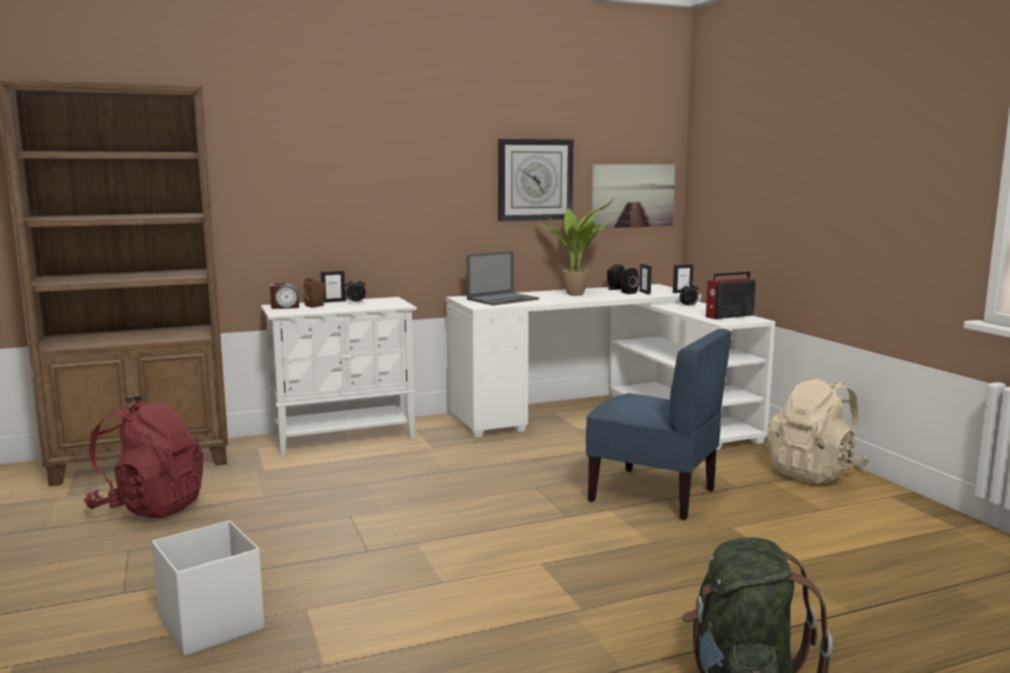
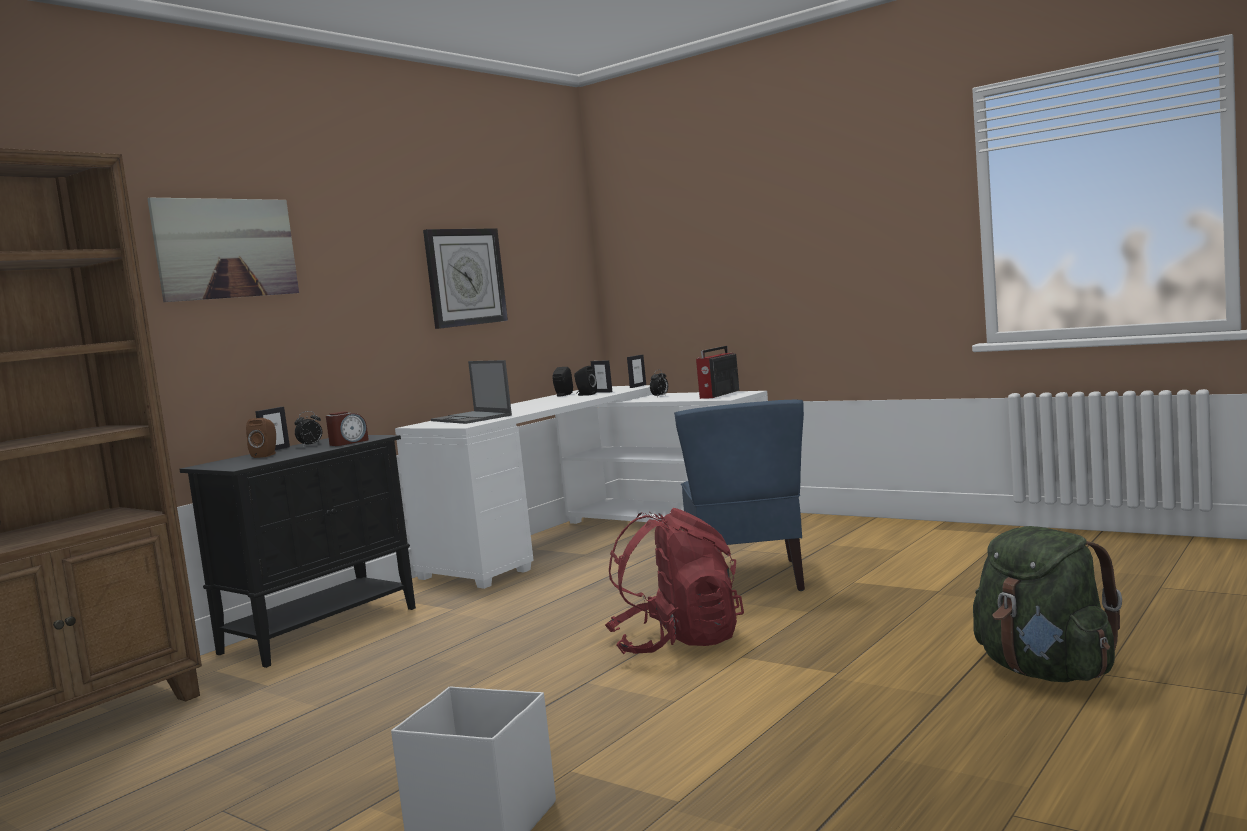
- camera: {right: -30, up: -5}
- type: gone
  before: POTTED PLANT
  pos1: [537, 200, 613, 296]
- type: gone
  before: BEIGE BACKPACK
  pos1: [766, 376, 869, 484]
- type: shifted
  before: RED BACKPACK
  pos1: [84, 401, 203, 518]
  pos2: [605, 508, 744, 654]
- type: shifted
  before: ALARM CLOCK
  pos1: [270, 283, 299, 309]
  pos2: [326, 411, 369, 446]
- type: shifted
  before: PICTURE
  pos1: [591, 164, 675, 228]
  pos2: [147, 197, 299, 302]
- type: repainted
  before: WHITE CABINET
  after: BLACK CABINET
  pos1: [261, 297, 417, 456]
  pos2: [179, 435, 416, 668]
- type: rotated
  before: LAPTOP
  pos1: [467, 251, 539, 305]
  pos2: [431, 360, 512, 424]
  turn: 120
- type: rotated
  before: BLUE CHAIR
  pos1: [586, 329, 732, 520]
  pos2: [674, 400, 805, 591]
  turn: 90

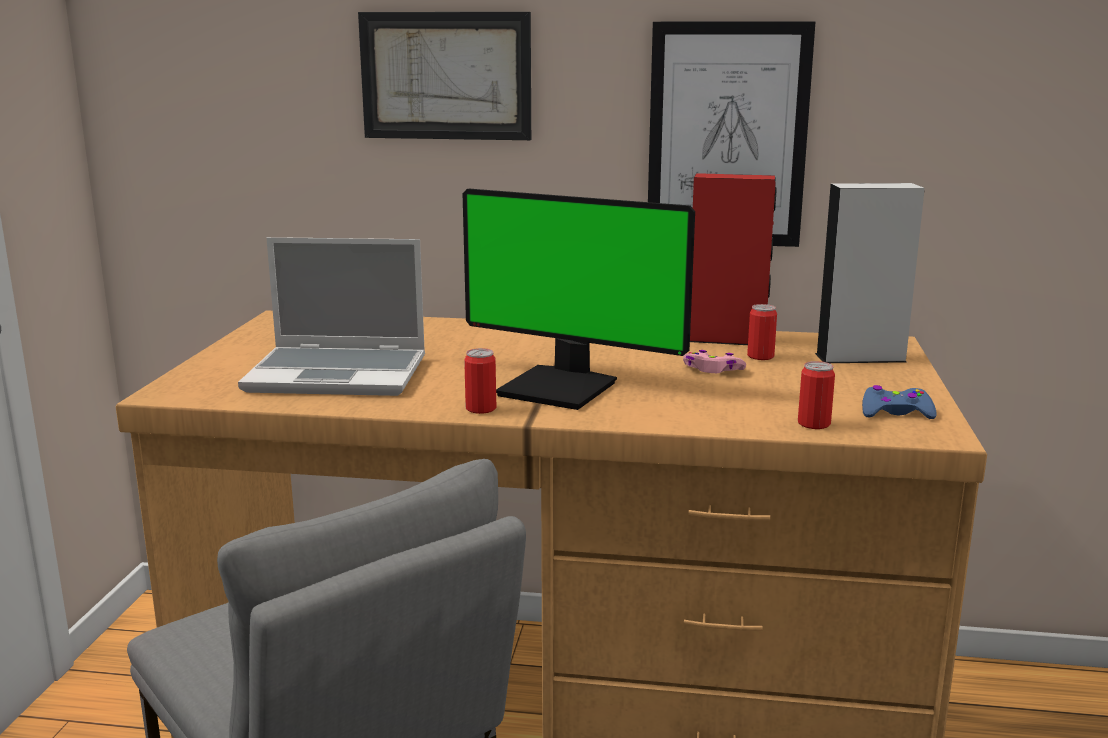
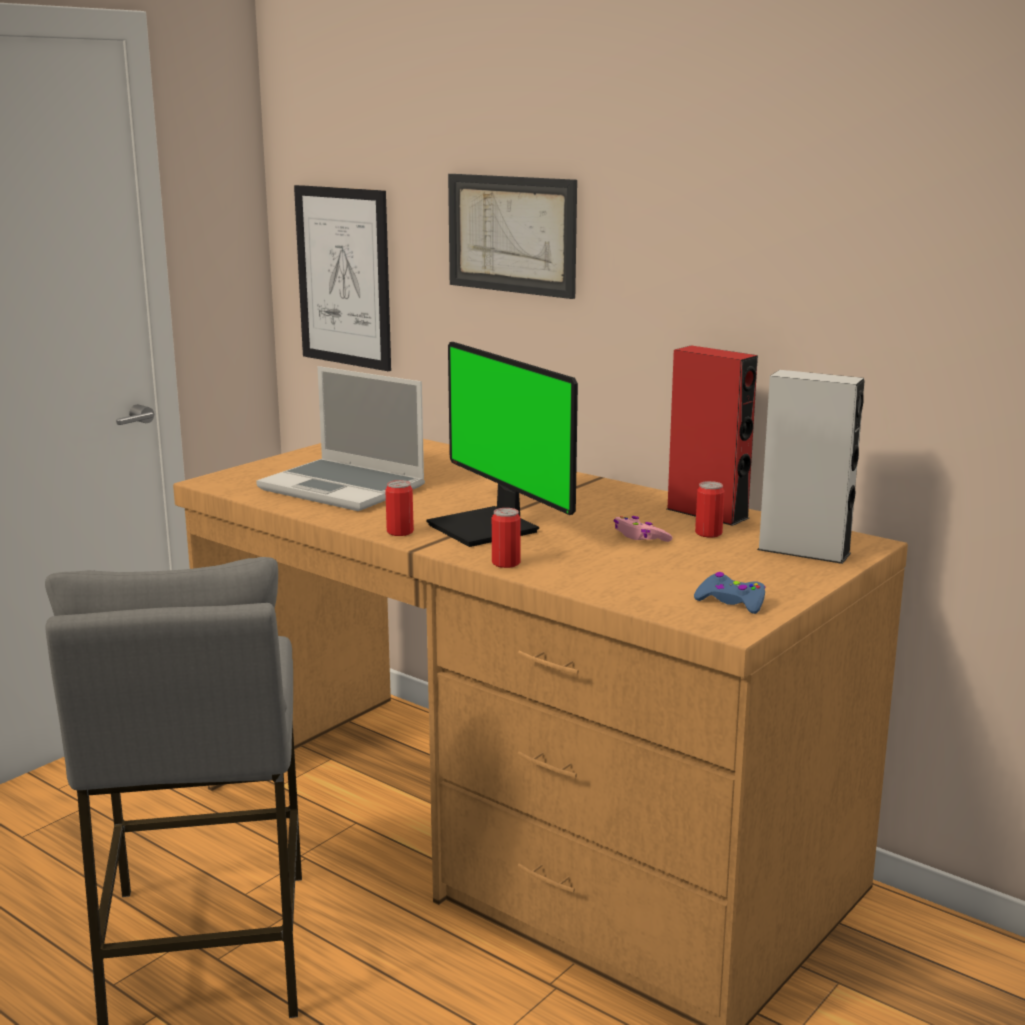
- camera: {right: 30, up: 0}
- type: shifted
  before: PICTURE
  pos1: [648, 21, 815, 247]
  pos2: [294, 185, 391, 371]
- type: shifted
  before: CAN
  pos1: [798, 361, 835, 429]
  pos2: [492, 508, 521, 568]

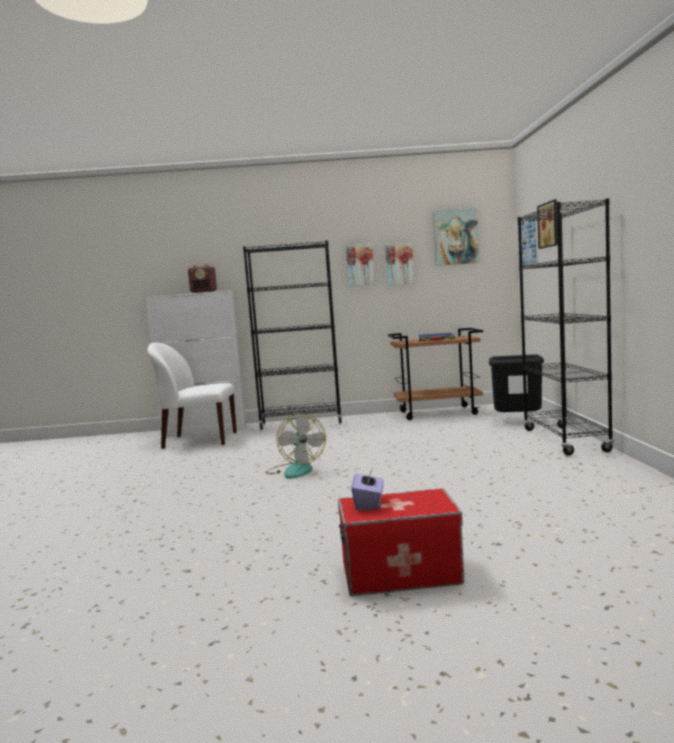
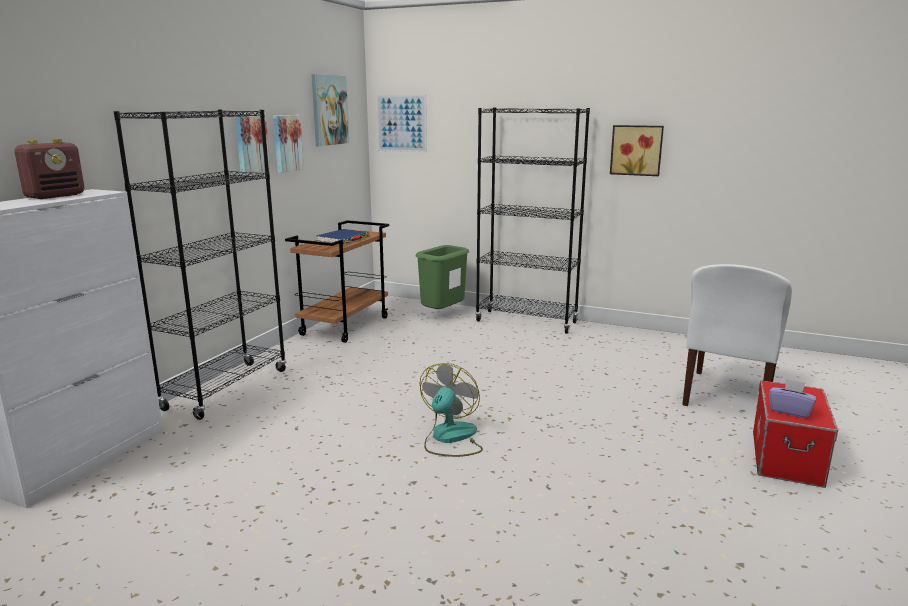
- camera: {right: -65, up: 10}
- type: shifted
  before: WHITE CHAIR
  pos1: [147, 342, 237, 449]
  pos2: [682, 264, 792, 406]
- type: shifted
  before: PICTURE
  pos1: [537, 199, 558, 249]
  pos2: [610, 125, 664, 176]
- type: repainted
  before: BLACK TRASH CAN
  after: GREEN TRASH CAN
  pos1: [489, 354, 544, 412]
  pos2: [416, 245, 469, 309]
- type: rotated
  before: FAN
  pos1: [266, 413, 326, 479]
  pos2: [420, 363, 483, 457]
  turn: -75

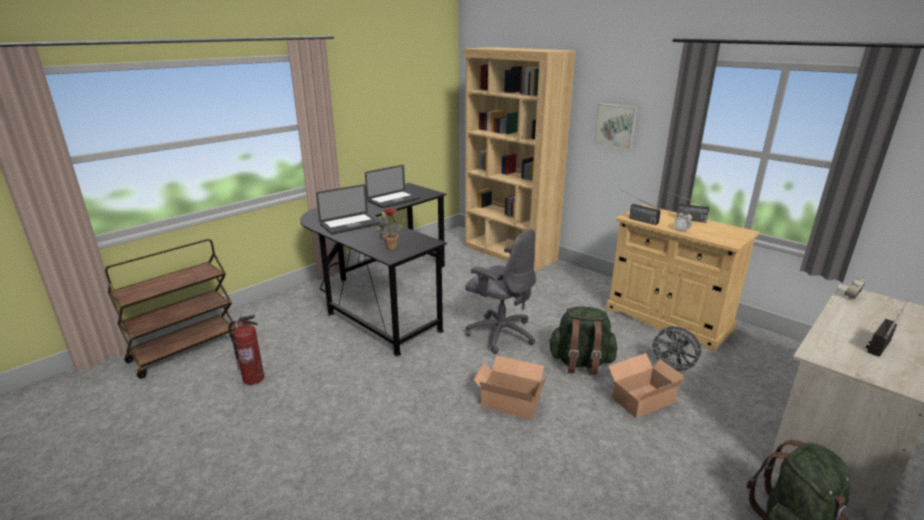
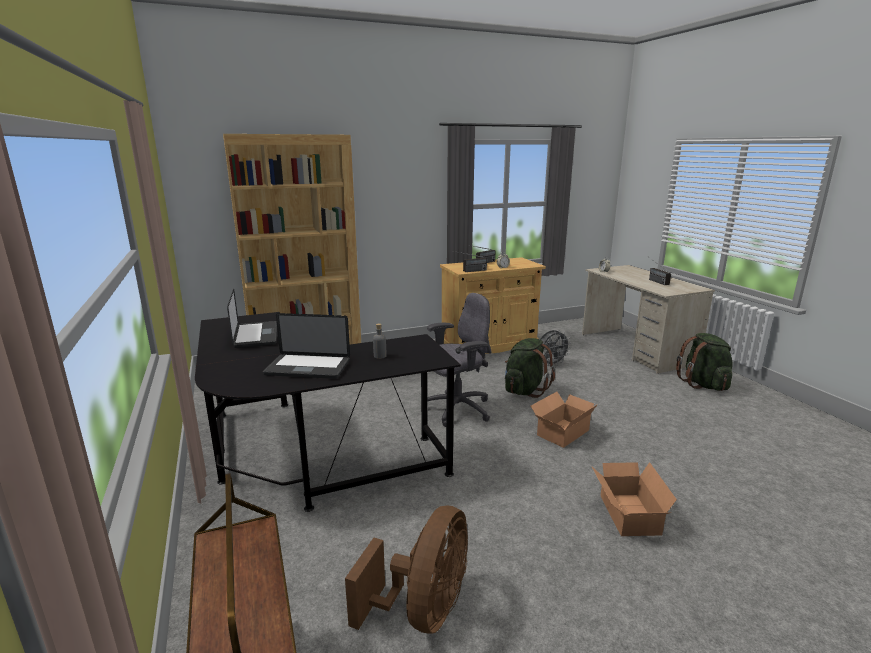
- camera: {right: -65, up: -5}
- type: gone
  before: POTTED PLANT
  pos1: [376, 208, 406, 250]
- type: gone
  before: PICTURE
  pos1: [594, 103, 638, 150]
- type: shifted
  before: CARDBOARD BOX
  pos1: [608, 353, 685, 418]
  pos2: [591, 462, 677, 536]
- type: swapped
  before: FIRE EXTINGUISHER
  after: BROWN FAN
  pos1: [228, 315, 264, 385]
  pos2: [345, 505, 468, 634]
- type: rotated
  before: LAPTOP
  pos1: [316, 184, 380, 235]
  pos2: [263, 313, 350, 379]
  turn: 105

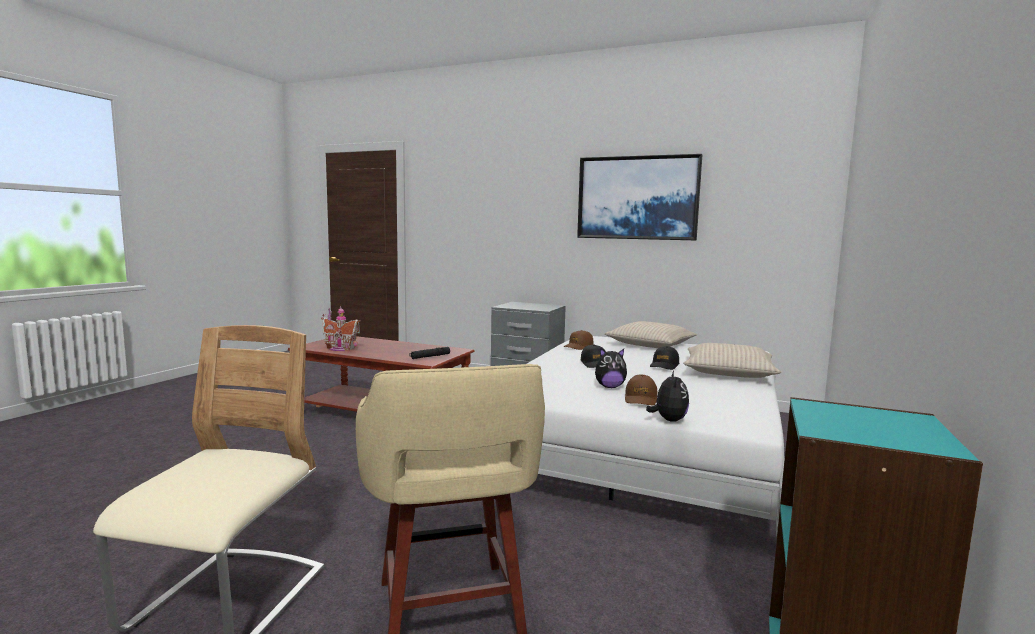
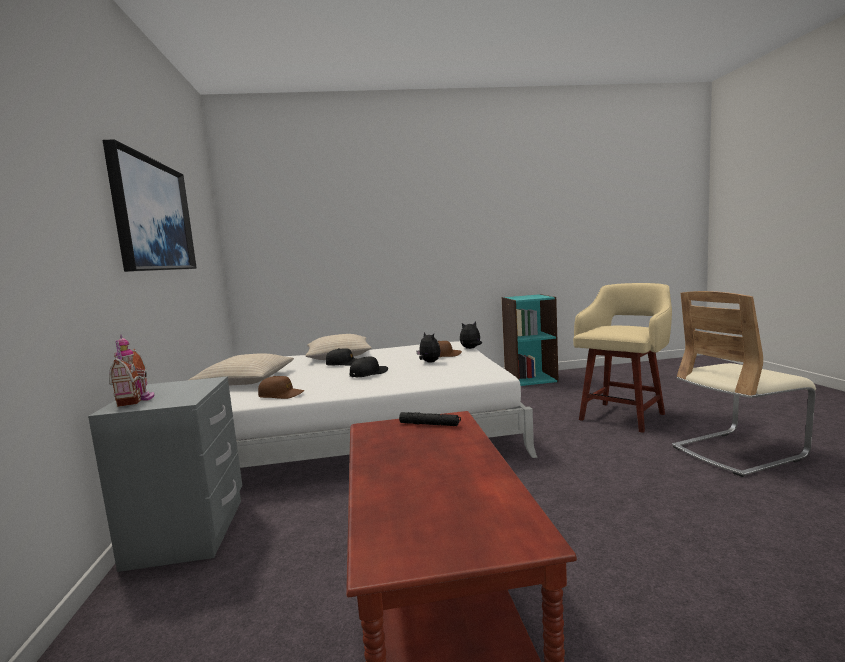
- camera: {right: -120, up: 0}
- type: shifted
  before: TOY HOUSE
  pos1: [321, 306, 361, 351]
  pos2: [109, 334, 154, 407]

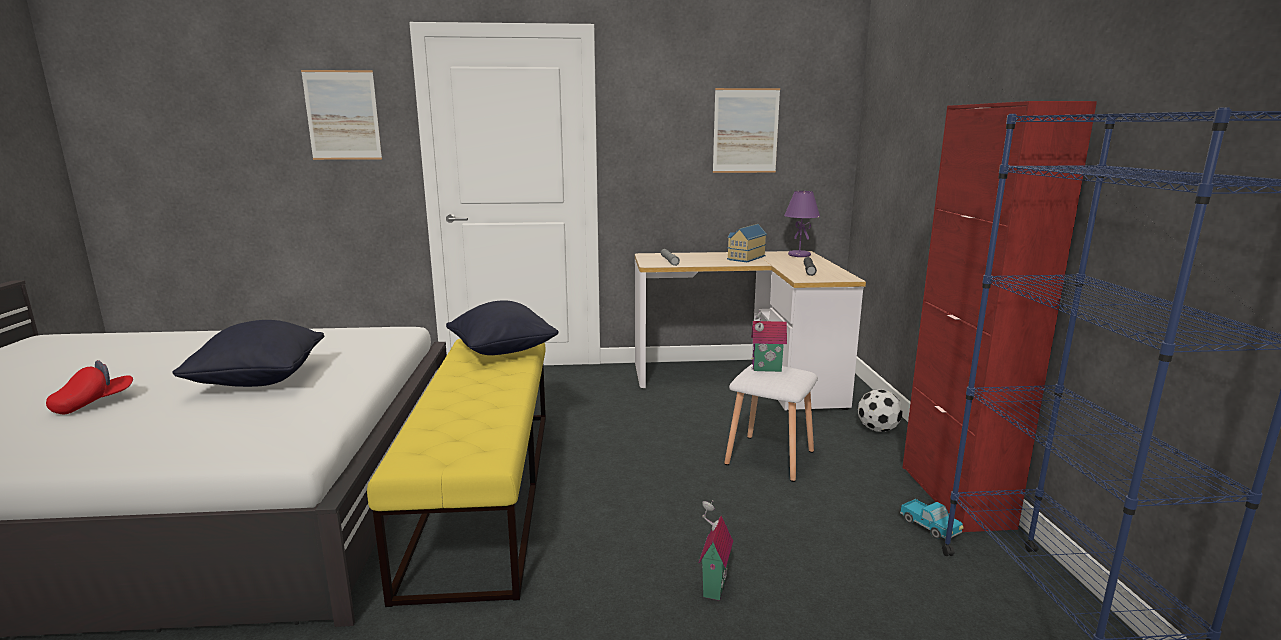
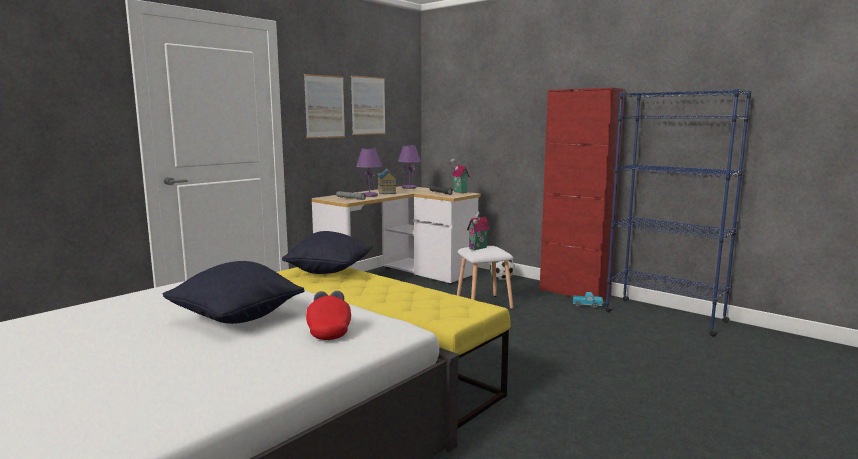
- camera: {right: -45, up: -5}
- type: new
  after: PURPLE TABLE LAMP
  pos2: [356, 148, 382, 197]
- type: shifted
  before: RED CAP
  pos1: [46, 360, 133, 414]
  pos2: [306, 291, 351, 340]
- type: shifted
  before: PICTURE
  pos1: [301, 70, 382, 160]
  pos2: [304, 74, 345, 138]
- type: shifted
  before: TOY HOUSE
  pos1: [699, 500, 733, 601]
  pos2: [450, 159, 470, 194]

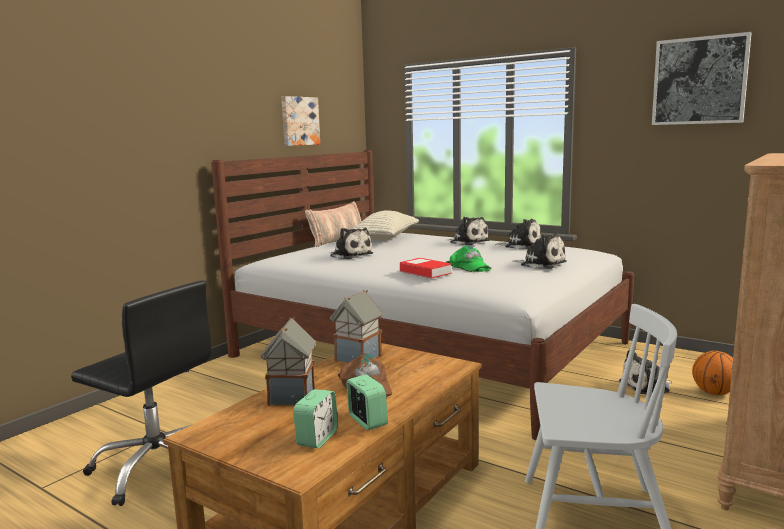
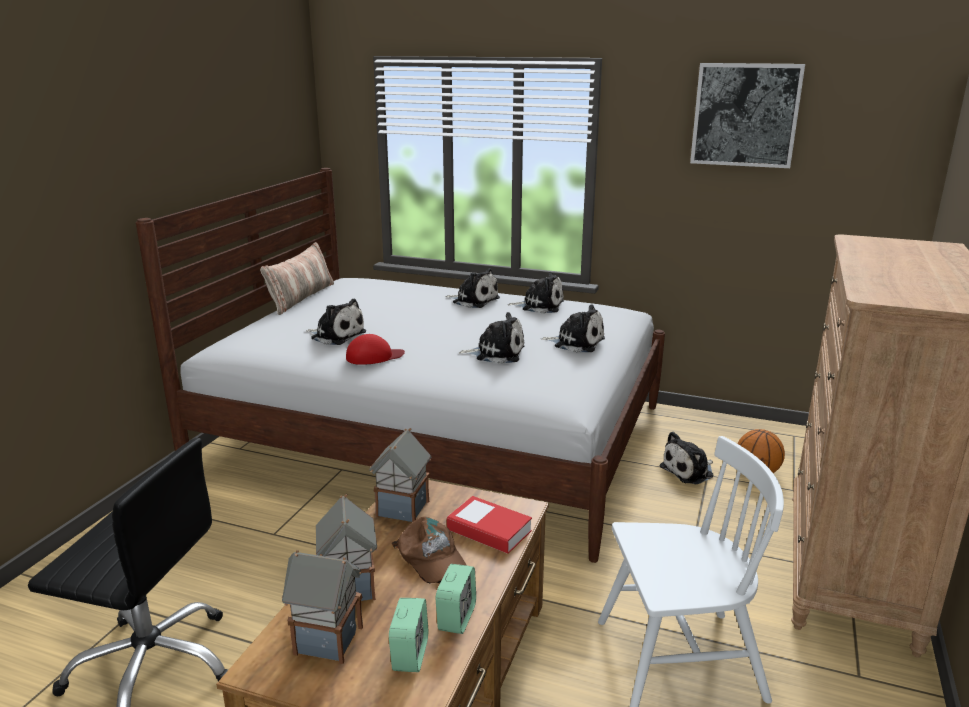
- camera: {right: -15, up: 10}
- type: gone
  before: PICTURE
  pos1: [282, 96, 320, 146]
- type: gone
  before: PILLOW
  pos1: [349, 210, 419, 240]
- type: new
  after: TOY HOUSE
  pos2: [282, 550, 363, 664]
- type: new
  after: RED CAP
  pos2: [346, 334, 405, 365]
- type: shifted
  before: BOOK
  pos1: [400, 258, 452, 278]
  pos2: [447, 496, 532, 554]
- type: swapped
  before: GREEN CAP
  after: PLUSH TOY
  pos1: [446, 246, 491, 272]
  pos2: [459, 312, 525, 364]
- type: rotated
  before: ALARM CLOCK
  pos1: [346, 374, 388, 430]
  pos2: [435, 564, 476, 634]
  turn: 60

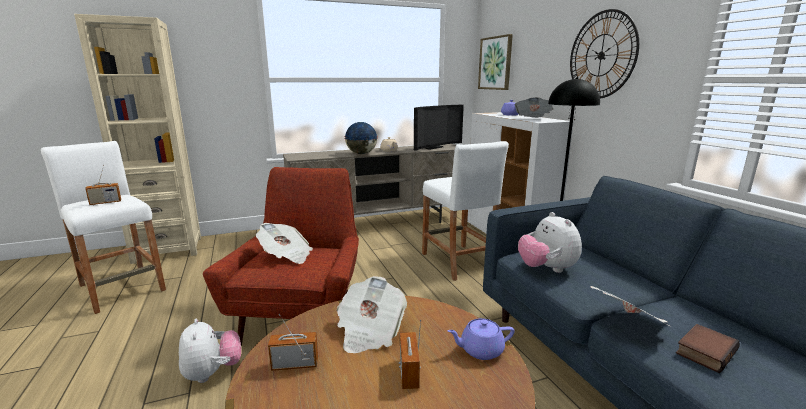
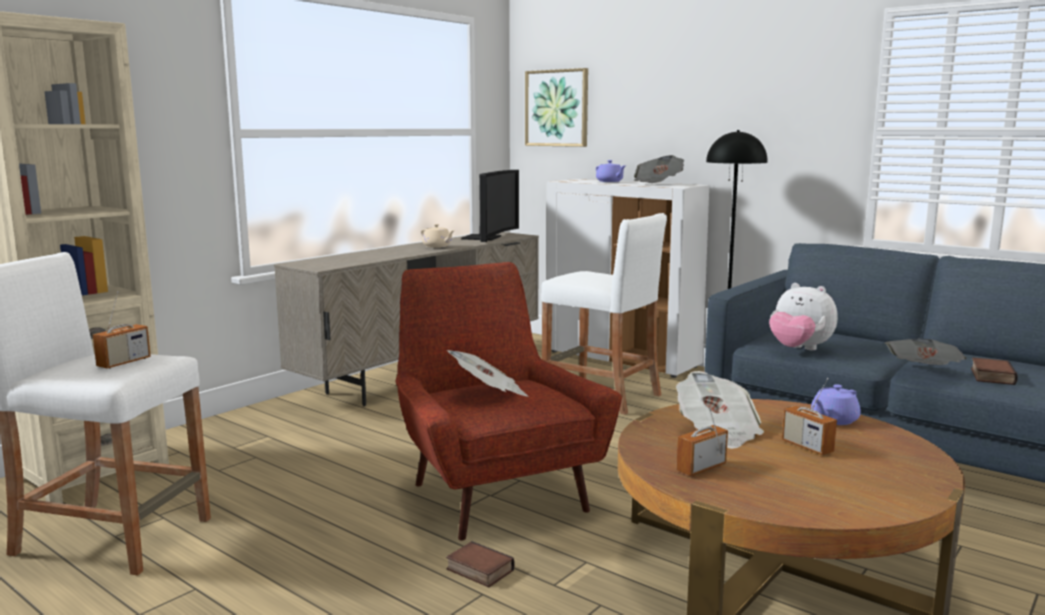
- camera: {right: -30, up: -5}
- type: gone
  before: GLOBE
  pos1: [344, 122, 378, 154]
- type: gone
  before: WALL CLOCK
  pos1: [570, 9, 639, 99]
- type: swapped
  before: PLUSH TOY
  after: BOOK
  pos1: [179, 319, 241, 383]
  pos2: [446, 541, 515, 587]

